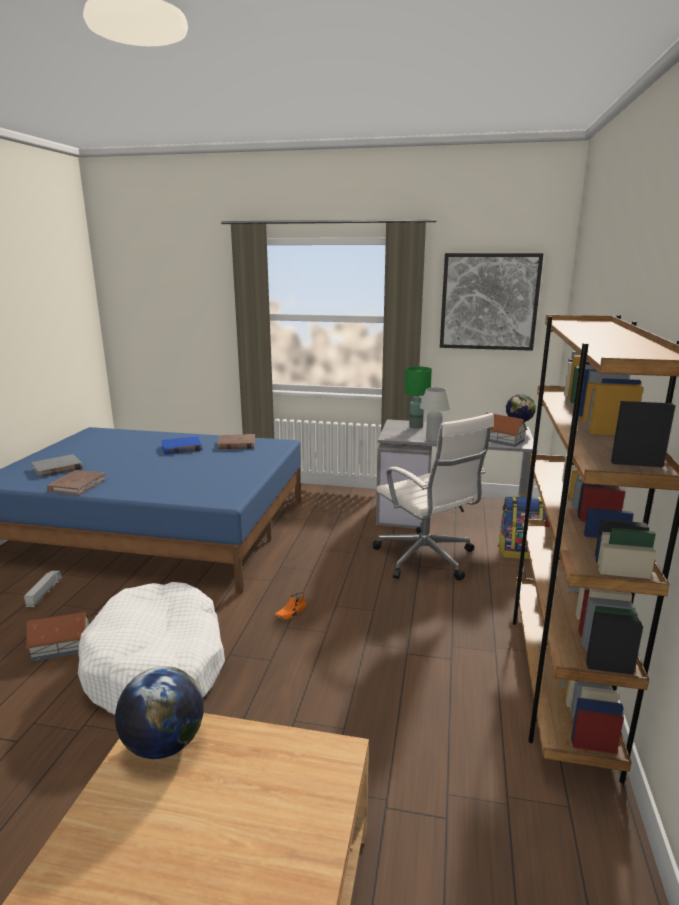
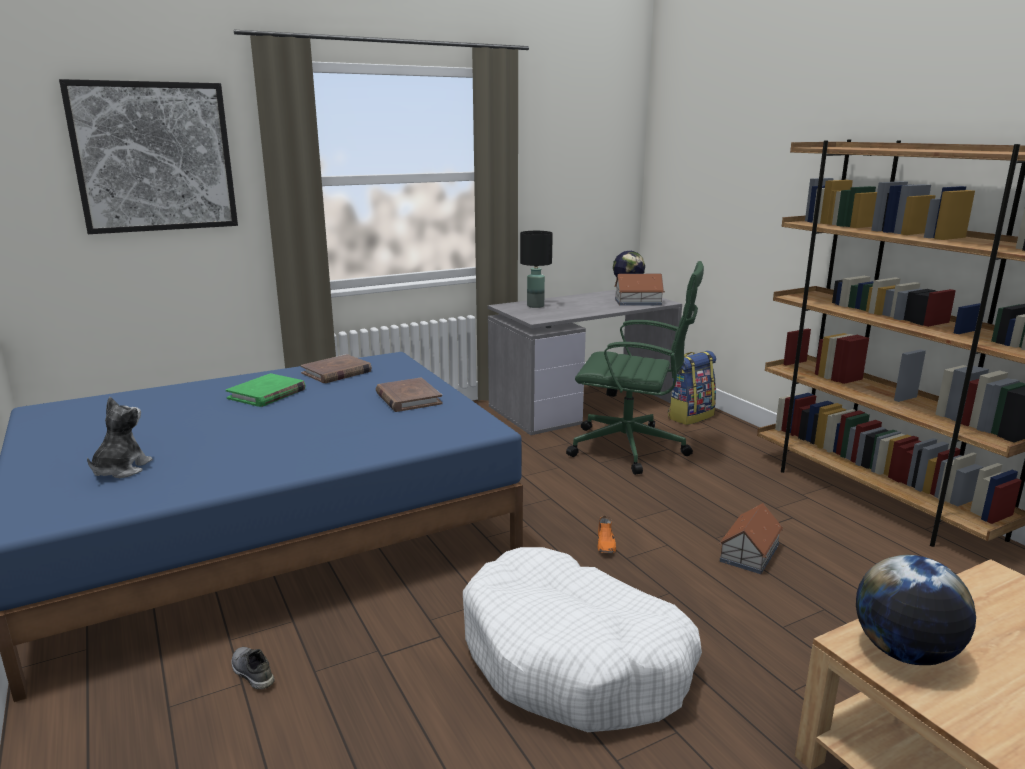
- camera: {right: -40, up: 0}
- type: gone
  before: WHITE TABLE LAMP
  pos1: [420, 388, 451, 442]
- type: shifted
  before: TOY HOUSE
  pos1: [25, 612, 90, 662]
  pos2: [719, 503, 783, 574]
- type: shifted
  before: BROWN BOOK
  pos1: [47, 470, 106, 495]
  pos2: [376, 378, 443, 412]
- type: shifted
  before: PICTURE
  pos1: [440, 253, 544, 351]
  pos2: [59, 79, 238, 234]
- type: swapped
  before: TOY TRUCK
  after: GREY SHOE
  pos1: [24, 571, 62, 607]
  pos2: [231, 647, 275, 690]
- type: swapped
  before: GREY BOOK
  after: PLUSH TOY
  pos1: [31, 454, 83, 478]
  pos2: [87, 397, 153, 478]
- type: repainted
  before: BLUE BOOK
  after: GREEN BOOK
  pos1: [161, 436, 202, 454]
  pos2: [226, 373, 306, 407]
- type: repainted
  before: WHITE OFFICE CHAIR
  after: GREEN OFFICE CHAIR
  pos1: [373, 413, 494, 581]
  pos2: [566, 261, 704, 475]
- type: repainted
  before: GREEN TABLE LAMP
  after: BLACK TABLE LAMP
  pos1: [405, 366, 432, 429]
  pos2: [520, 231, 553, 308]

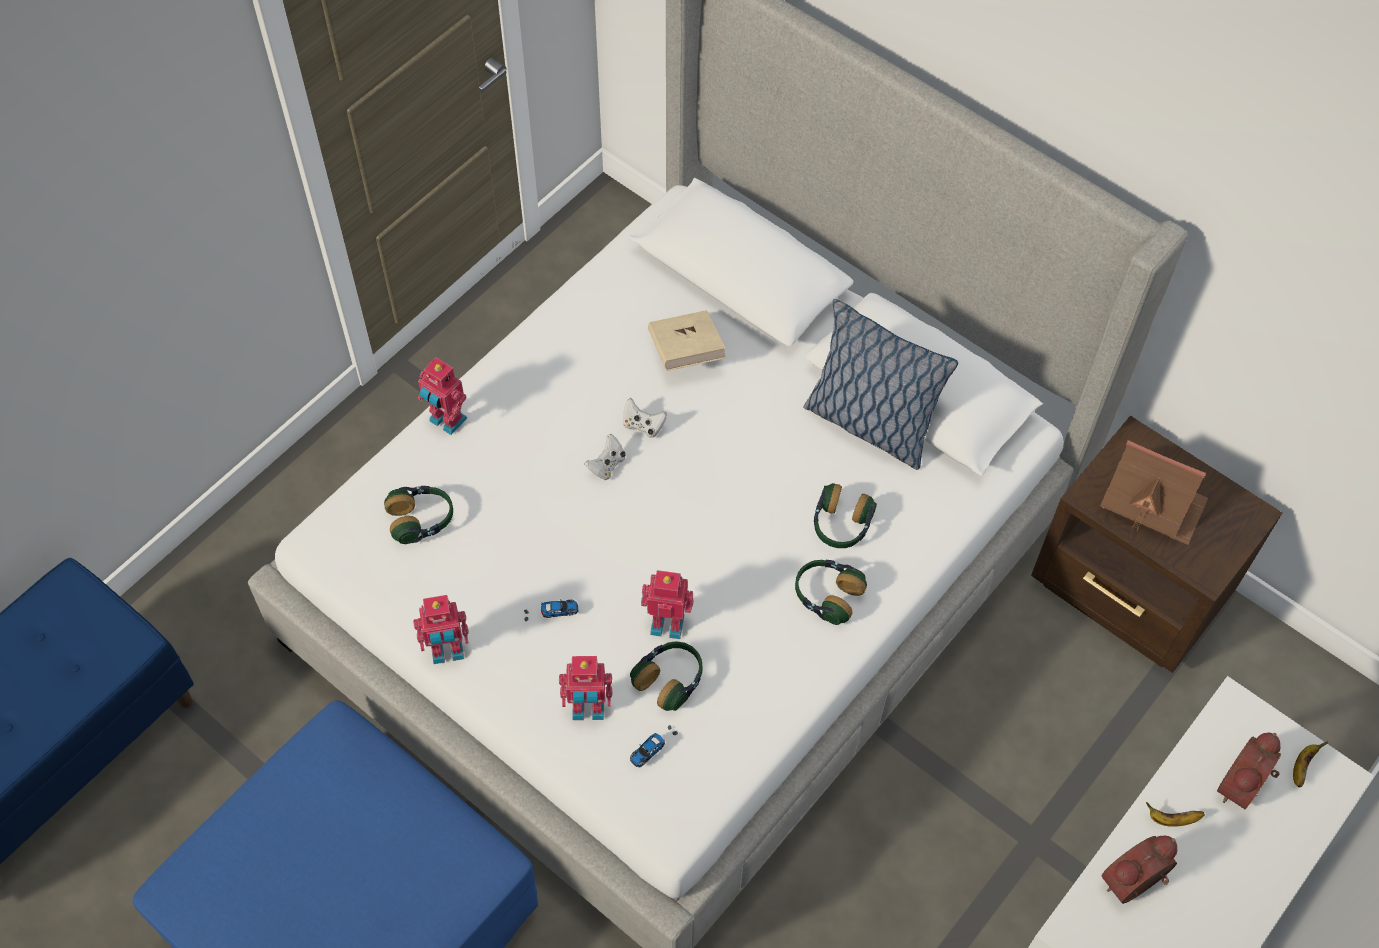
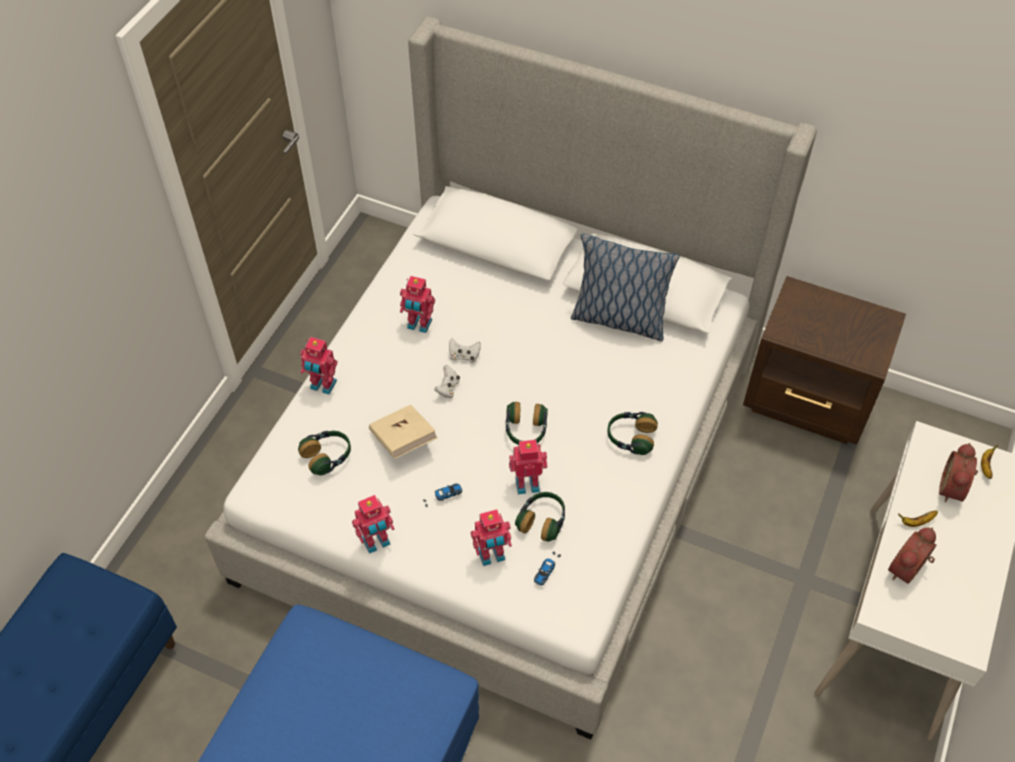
- camera: {right: -15, up: -5}
- type: gone
  before: TOY HOUSE
  pos1: [1100, 440, 1208, 545]
- type: new
  after: TOY ROBOT
  pos2: [400, 276, 435, 333]
- type: shifted
  before: BEIGE BOOK
  pos1: [648, 310, 727, 371]
  pos2: [369, 405, 438, 459]
- type: shifted
  before: HEADPHONES
  pos1: [814, 483, 877, 548]
  pos2: [506, 402, 548, 445]

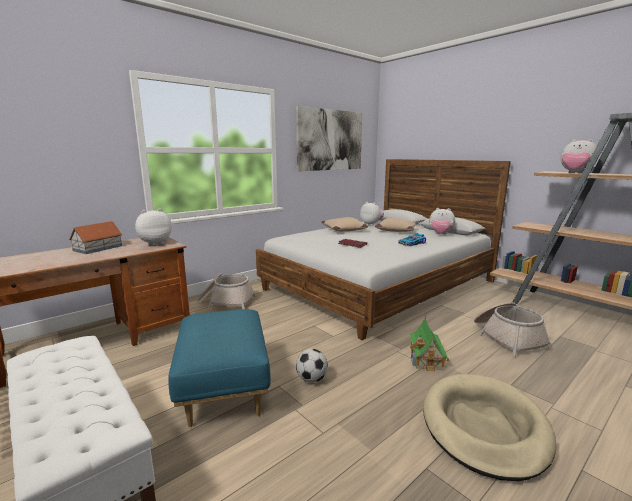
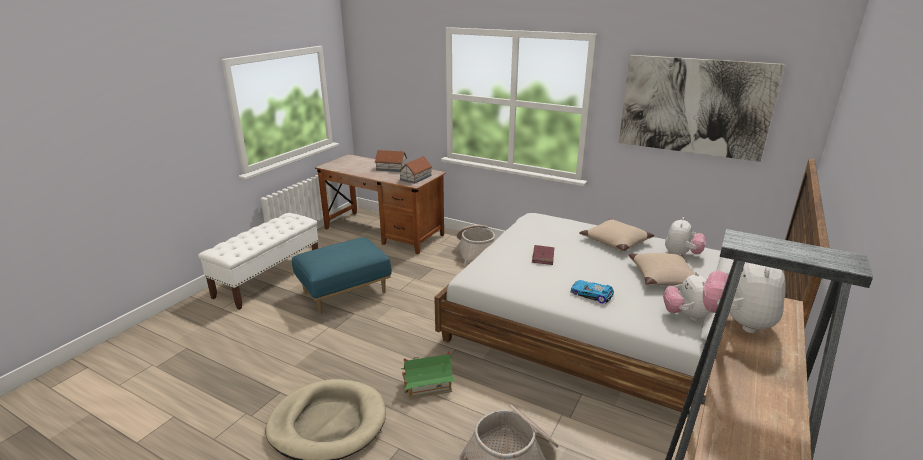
- camera: {right: 70, up: 10}
- type: gone
  before: FOOTBALL
  pos1: [296, 349, 328, 383]
- type: swapped
  before: PLUSH TOY
  after: TOY HOUSE
  pos1: [135, 208, 172, 246]
  pos2: [399, 156, 432, 184]

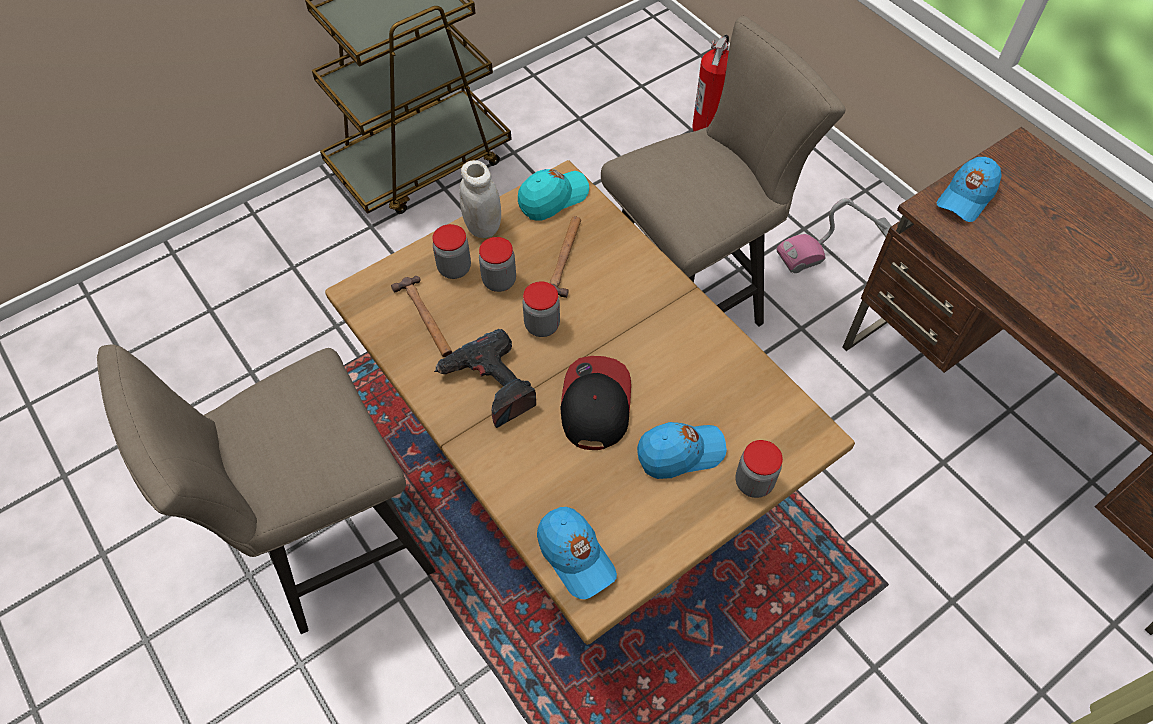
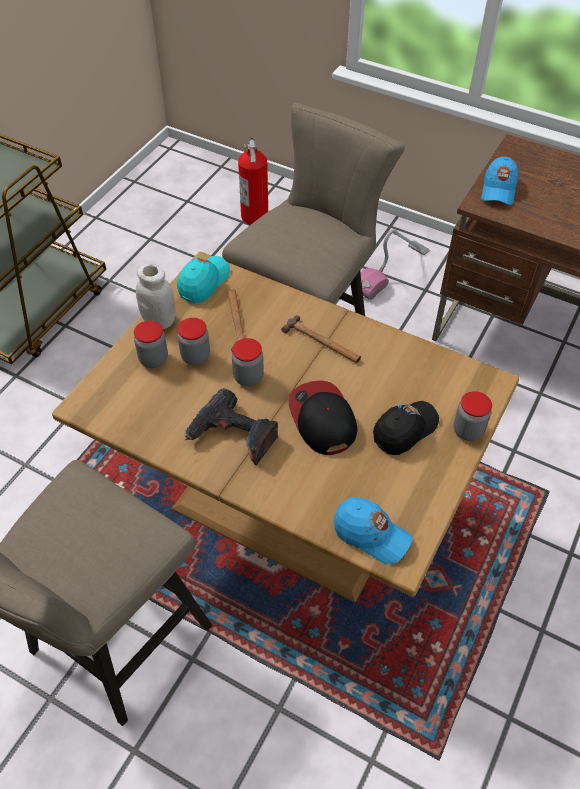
- camera: {right: -25, up: -5}
- type: shifted
  before: HAMMER
  pos1: [391, 276, 452, 357]
  pos2: [281, 315, 361, 363]
- type: repainted
  before: BLUE CAP
  after: BLACK CAP
  pos1: [637, 422, 727, 479]
  pos2: [373, 401, 439, 455]

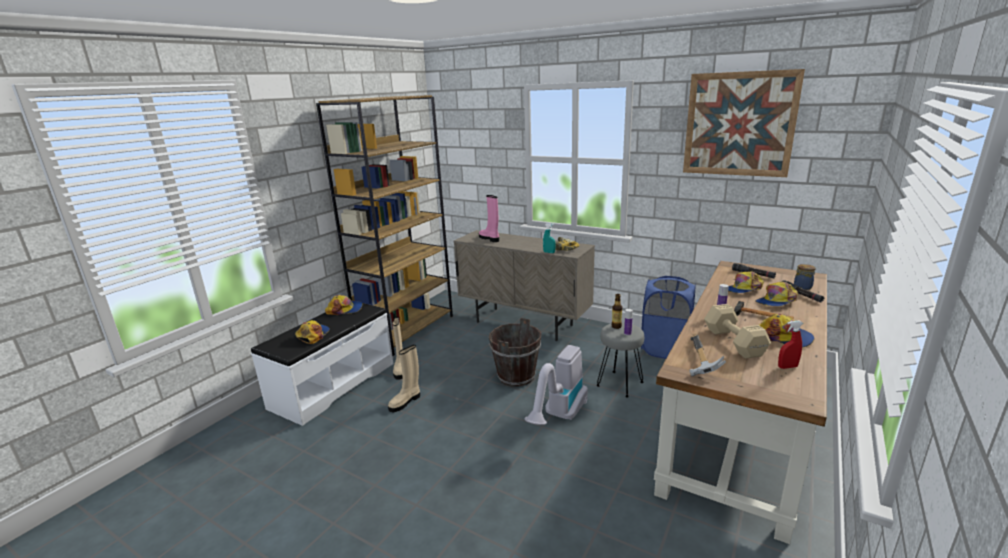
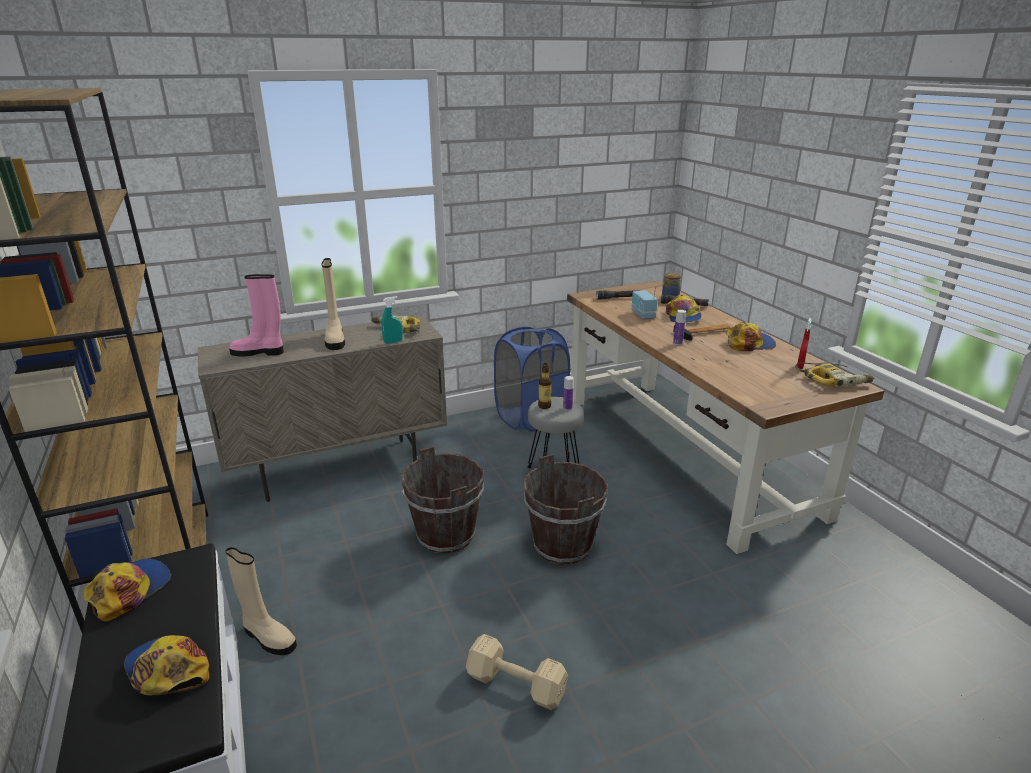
- camera: {right: -55, up: 5}
- type: gone
  before: PICTURE
  pos1: [683, 69, 805, 177]
- type: gone
  before: HAMMER
  pos1: [689, 335, 726, 376]
- type: new
  after: POWER DRILL
  pos2: [795, 362, 874, 387]
- type: shifted
  before: BEIGE BOOT
  pos1: [388, 345, 420, 412]
  pos2: [321, 258, 345, 350]
- type: shifted
  before: BEIGE DUMBBELL
  pos1: [704, 304, 771, 359]
  pos2: [466, 634, 568, 710]
- type: swapped
  before: VACUUM CLEANER
  after: BROWN BUCKET
  pos1: [525, 345, 588, 425]
  pos2: [523, 454, 608, 565]
- type: swapped
  before: CAP
  after: RADIO
  pos1: [728, 271, 764, 293]
  pos2: [631, 286, 658, 319]

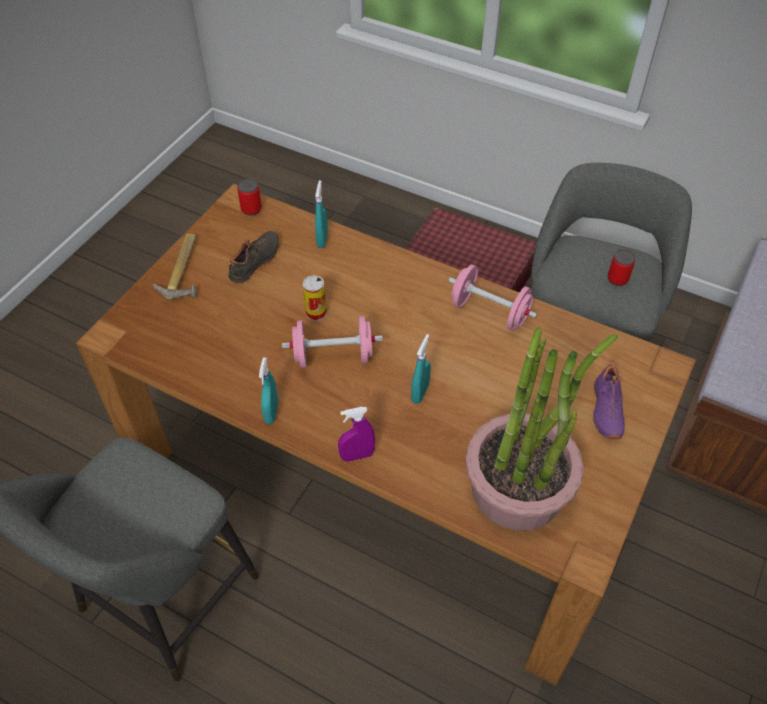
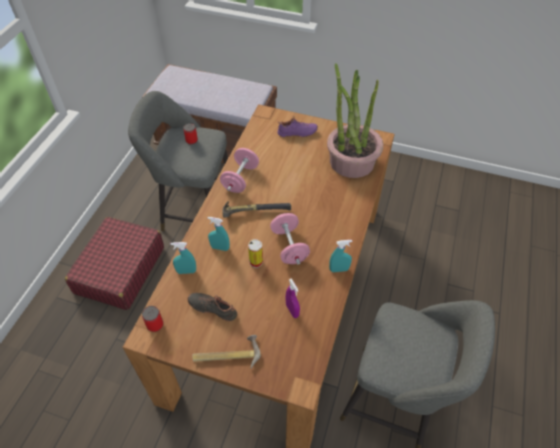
- camera: {right: -100, up: 0}
- type: new
  after: HAMMER
  pos2: [222, 201, 291, 218]
- type: shifted
  before: PURPLE SPRAY BOTTLE
  pos1: [338, 407, 375, 462]
  pos2: [286, 279, 300, 318]
- type: shifted
  before: TURQUOISE SPRAY BOTTLE
  pos1: [411, 334, 431, 404]
  pos2: [207, 217, 230, 251]

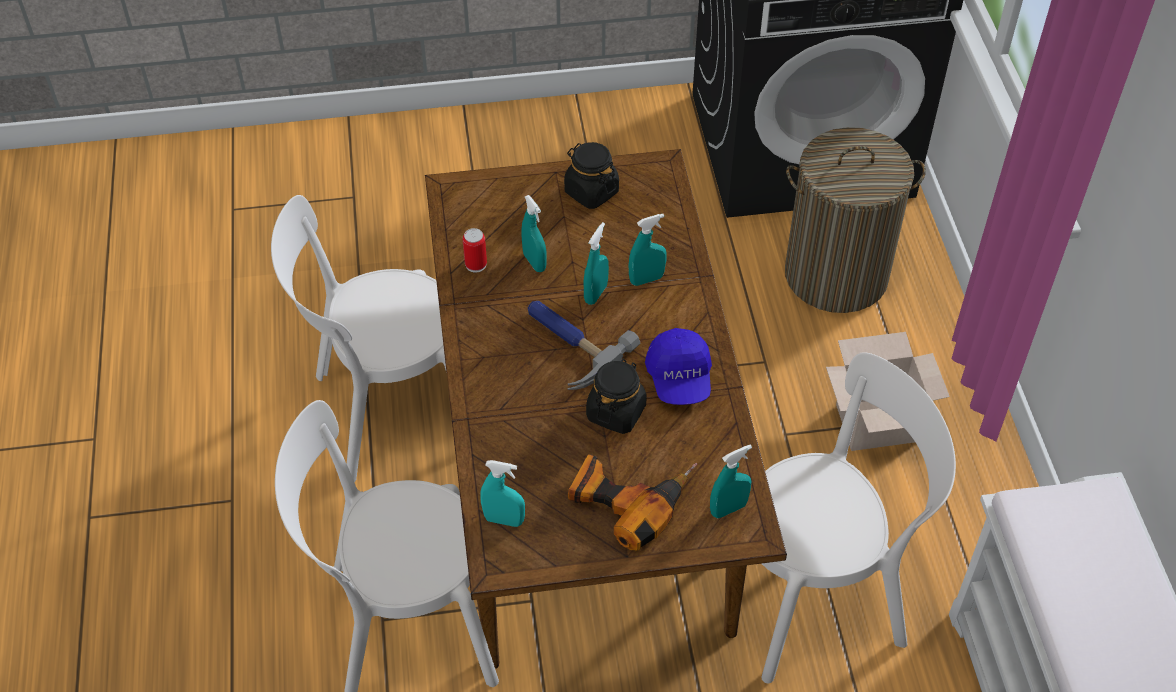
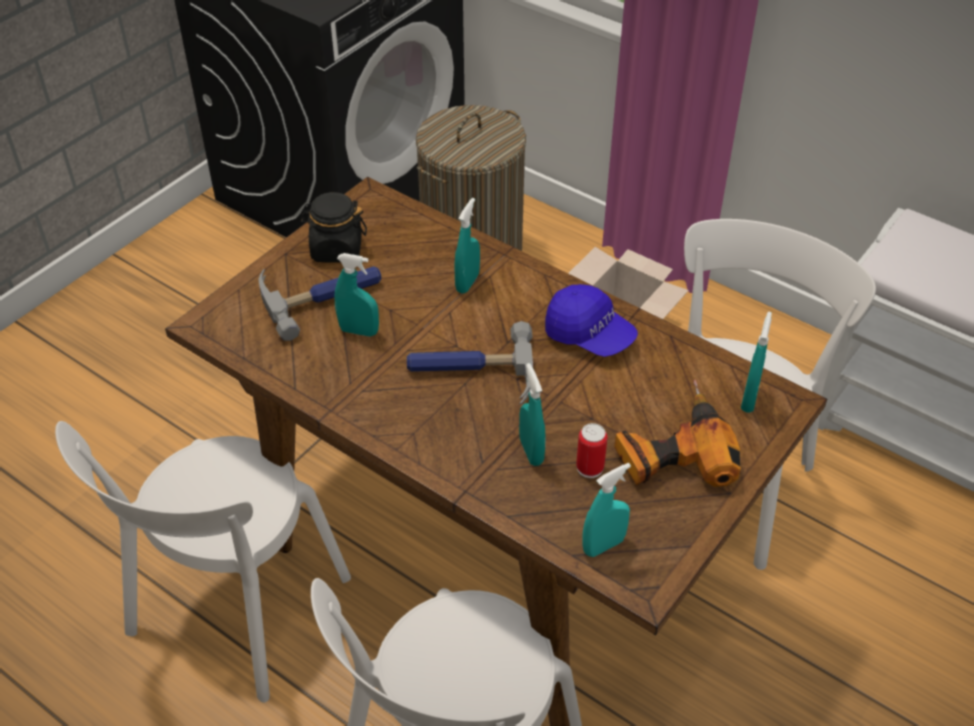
- camera: {right: -45, up: -5}
- type: gone
  before: BLACK JAR
  pos1: [586, 358, 647, 434]
- type: new
  after: HAMMER
  pos2: [259, 266, 382, 341]
- type: shifted
  before: CAN
  pos1: [463, 228, 487, 273]
  pos2: [576, 423, 607, 478]
- type: shifted
  before: TURQUOISE SPRAY BOTTLE
  pos1: [584, 222, 609, 305]
  pos2: [519, 363, 546, 466]

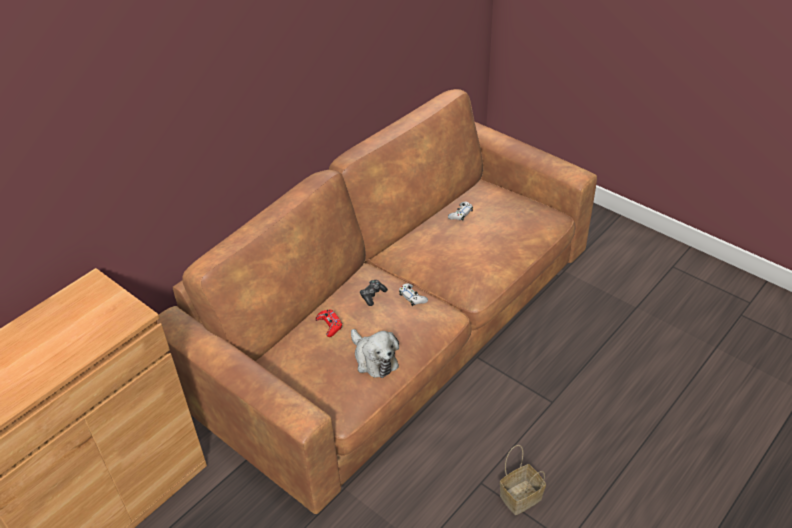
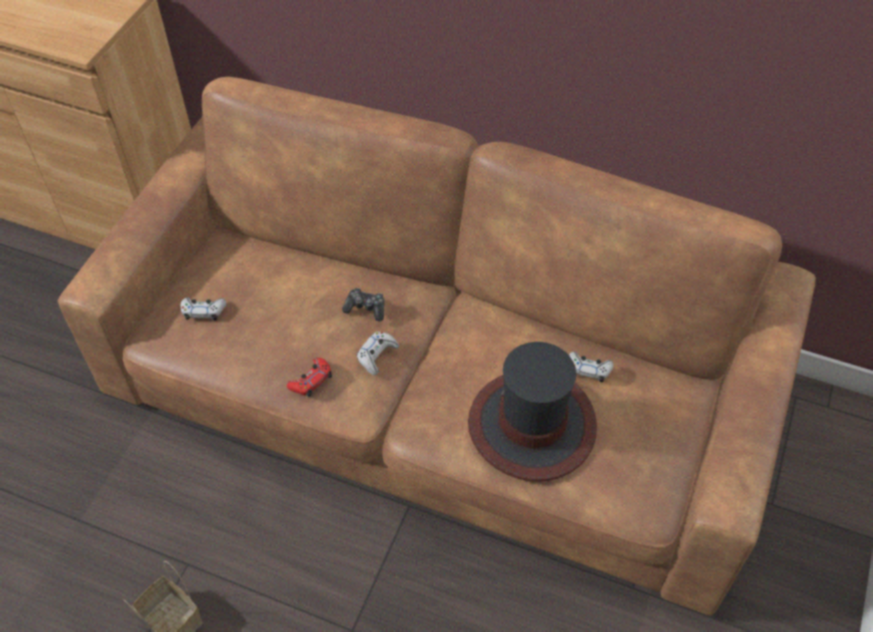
- camera: {right: 70, up: 10}
- type: gone
  before: PLUSH TOY
  pos1: [351, 329, 399, 378]
- type: new
  after: WHITE GAME CONTROLLER
  pos2: [181, 298, 226, 321]
- type: new
  after: HAT
  pos2: [468, 342, 597, 481]
- type: shifted
  before: RED GAME CONTROLLER
  pos1: [315, 309, 342, 337]
  pos2: [287, 358, 332, 397]

